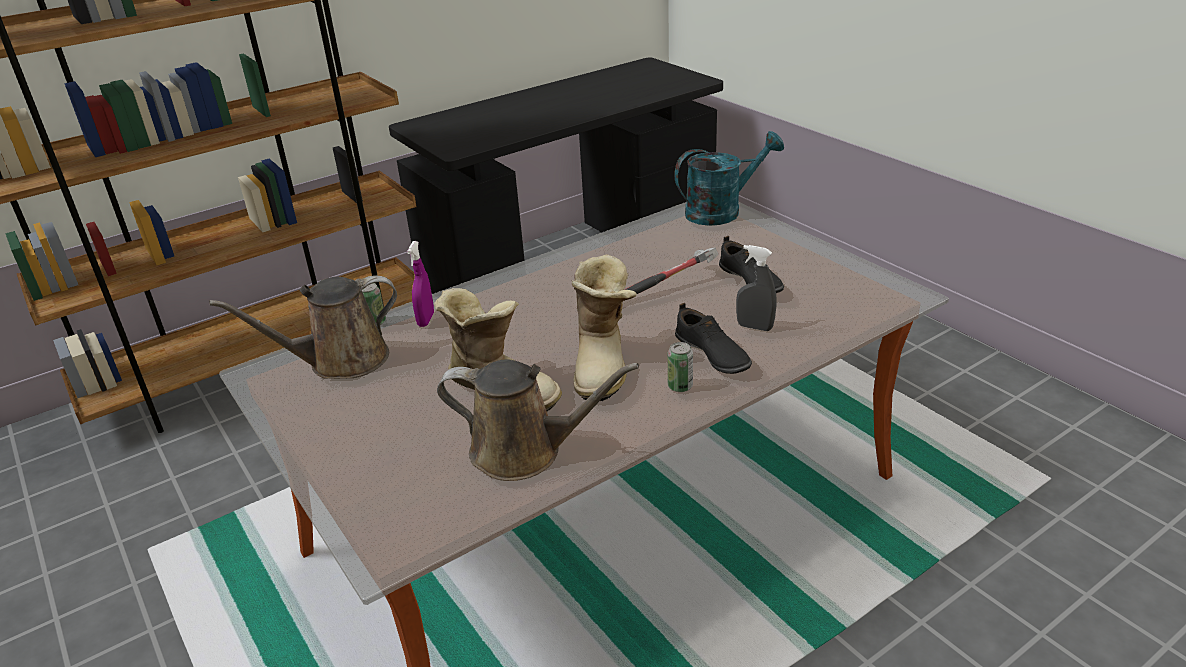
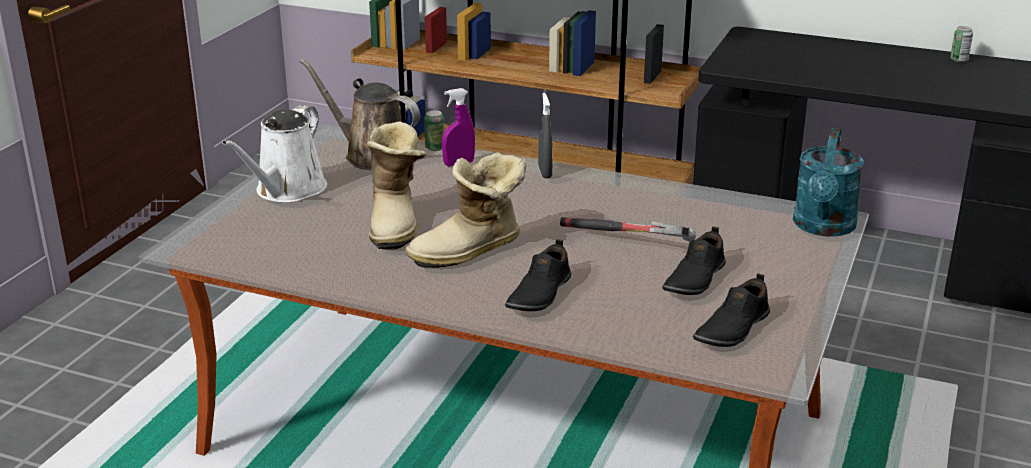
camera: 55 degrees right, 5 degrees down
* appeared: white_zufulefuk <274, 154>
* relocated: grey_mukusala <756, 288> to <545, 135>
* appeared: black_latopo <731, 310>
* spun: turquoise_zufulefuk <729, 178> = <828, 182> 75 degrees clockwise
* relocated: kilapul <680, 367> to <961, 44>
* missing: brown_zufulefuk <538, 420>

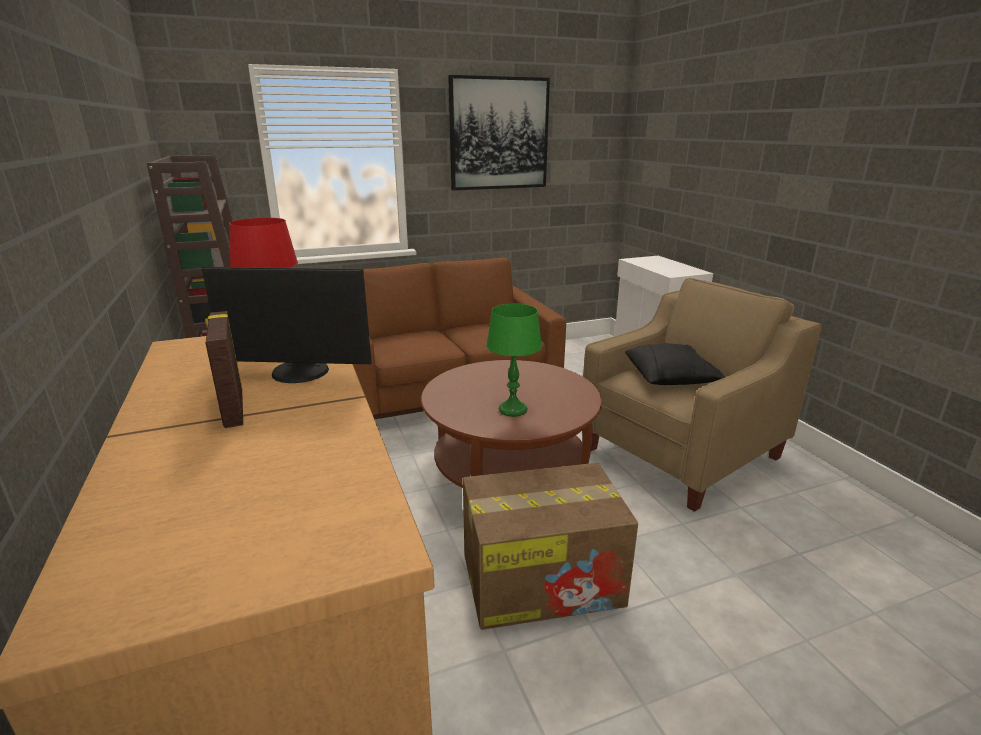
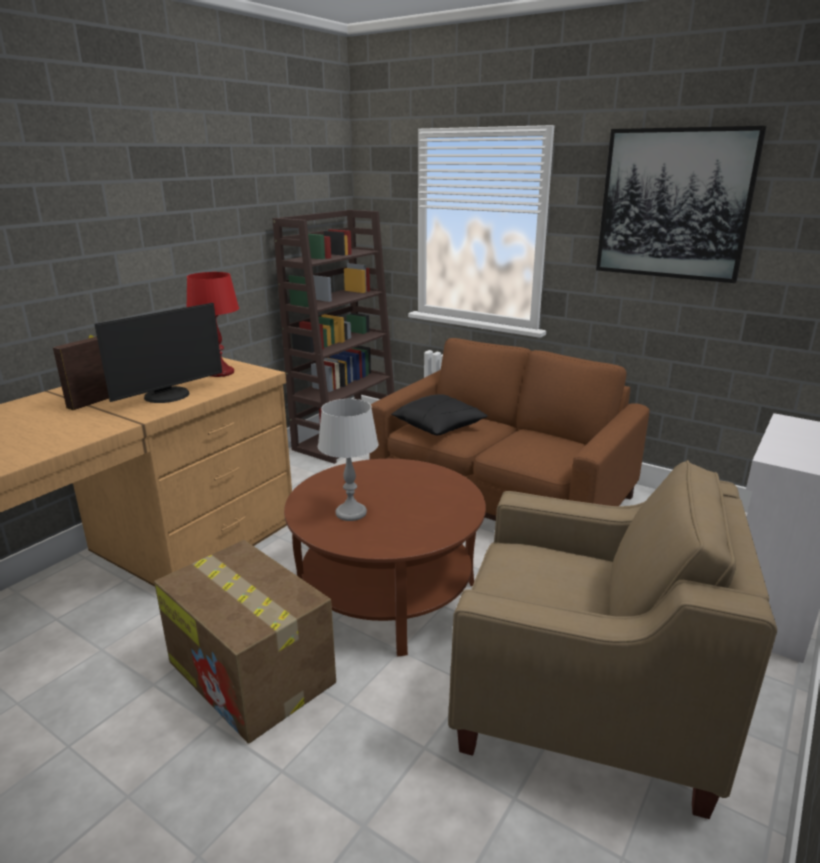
camera: 55 degrees right, 0 degrees up
* spun: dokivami <287, 325> = <158, 353> 105 degrees counterclockwise
* colour: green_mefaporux <514, 360> to grey_mefaporux <348, 460>
* relocated: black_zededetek <675, 364> to <439, 414>

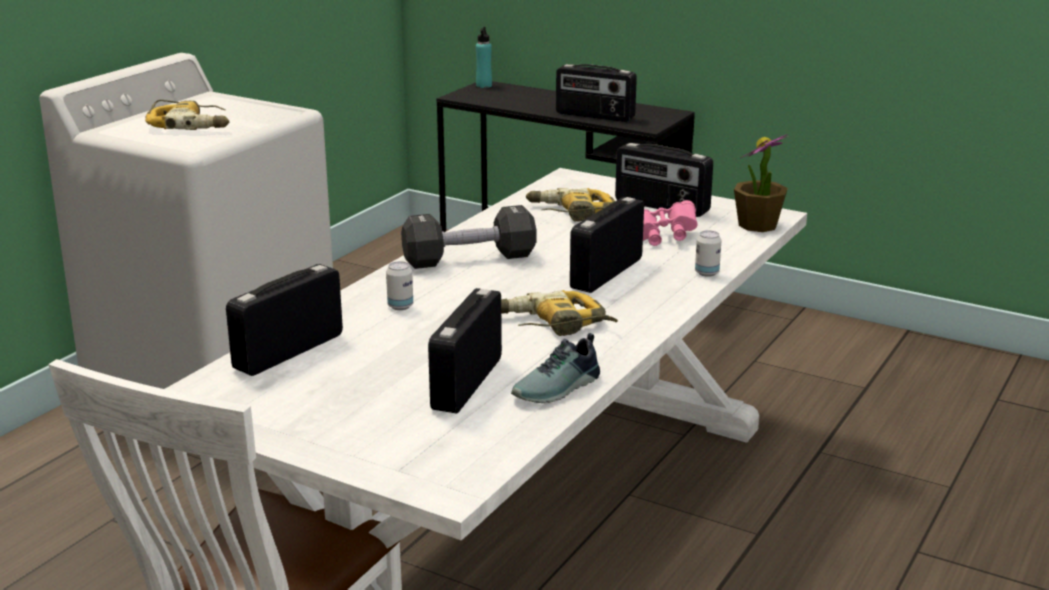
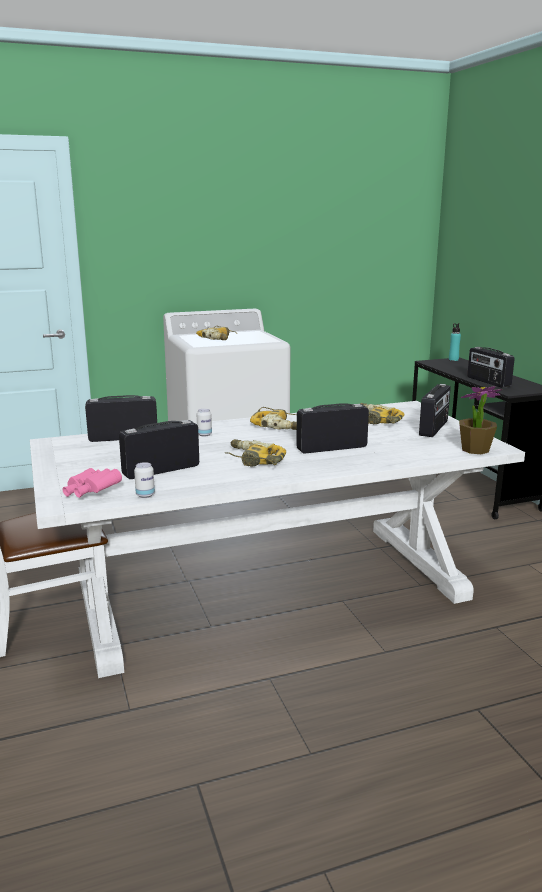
camera: 40 degrees right, 5 degrees down
* relocated: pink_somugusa <670, 223> to <92, 483>
* relocated: kilapul <708, 253> to <144, 480>
* exchanged: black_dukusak <469, 237> to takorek <273, 418>
* spun: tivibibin <664, 180> = <435, 410> 135 degrees counterclockwise
* missing: latopo <555, 368>

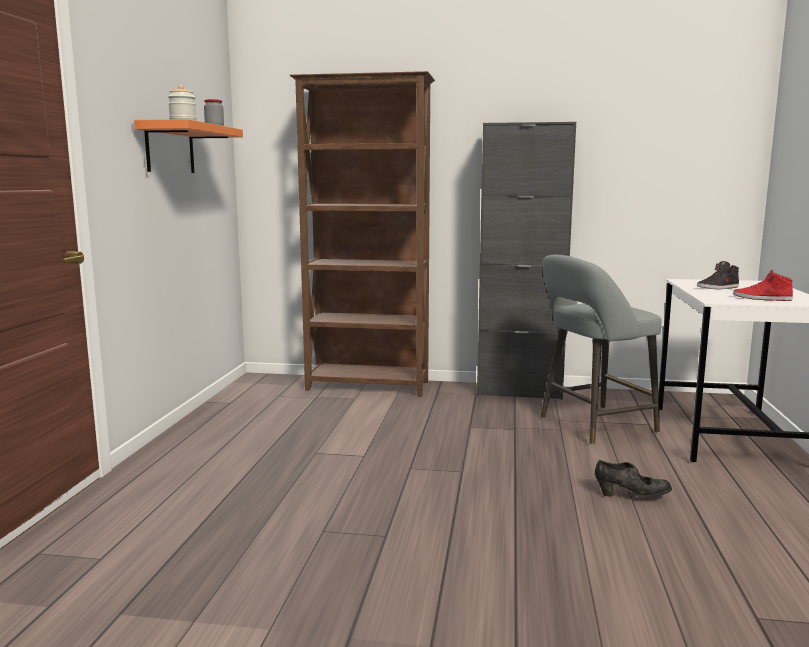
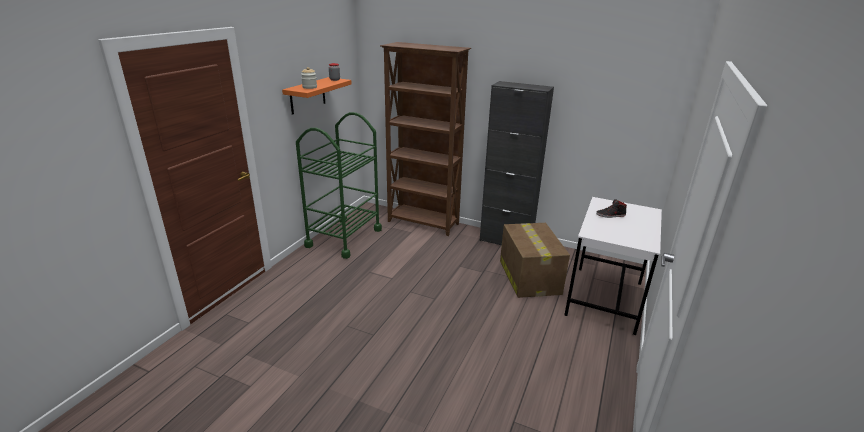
camera: 15 degrees right, 15 degrees up
* appeared: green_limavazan <339, 185>
* exchanged: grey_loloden <601, 350> to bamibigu <535, 260>
* missing: black_latopo <633, 479>
* missing: red_latopo <763, 285>

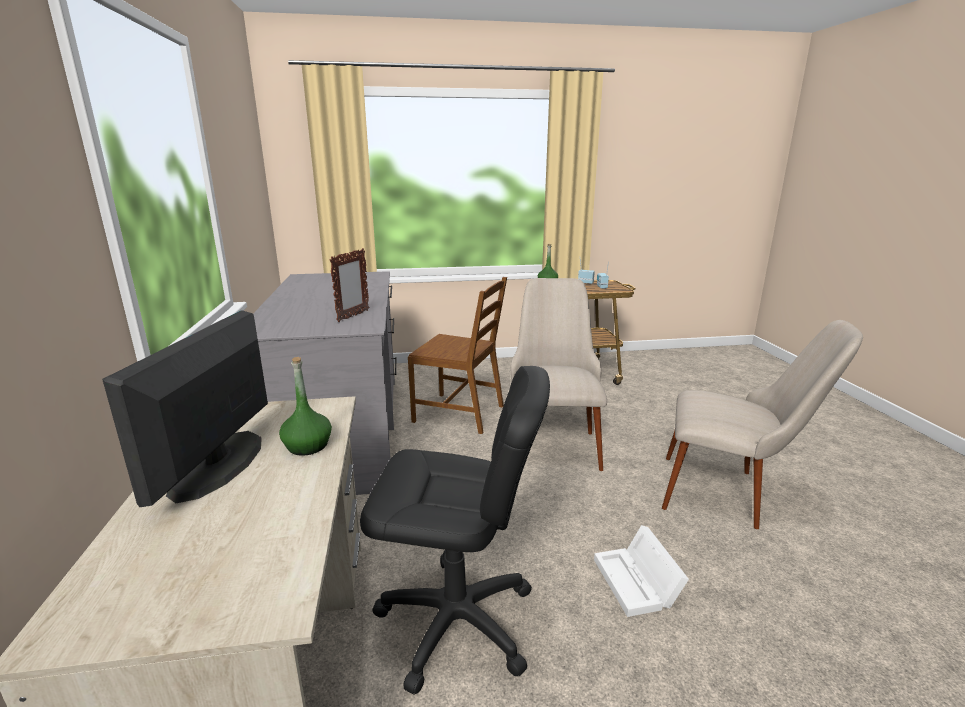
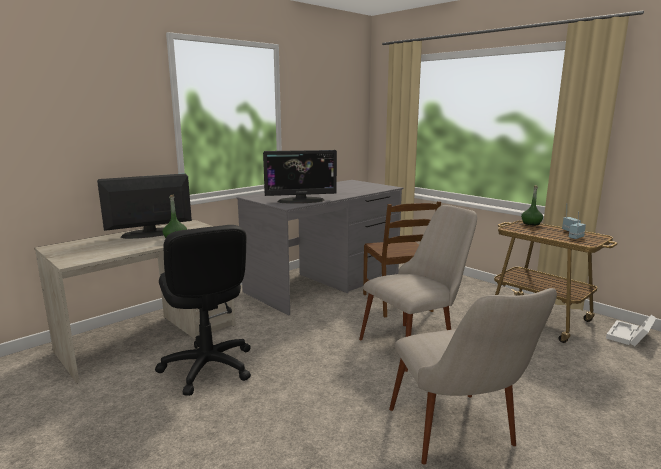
camera: 55 degrees right, 5 degrees down
* exchanged: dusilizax <349, 285> to dokivami <300, 177>
* relocated: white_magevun <641, 571> to <631, 330>

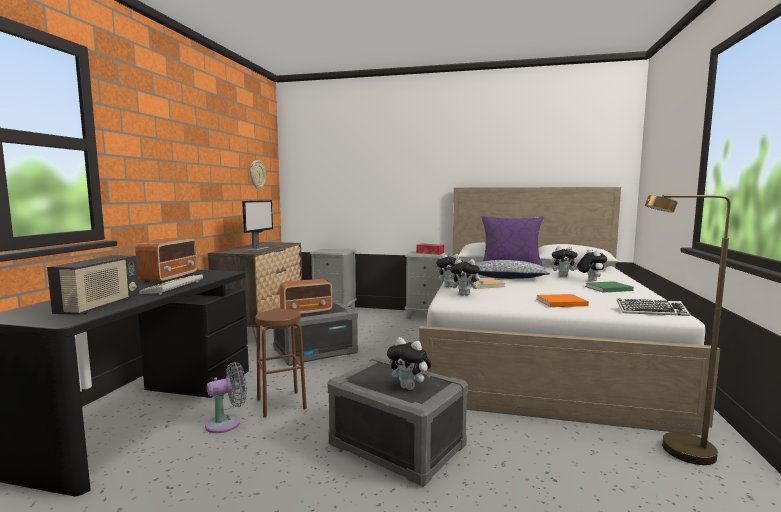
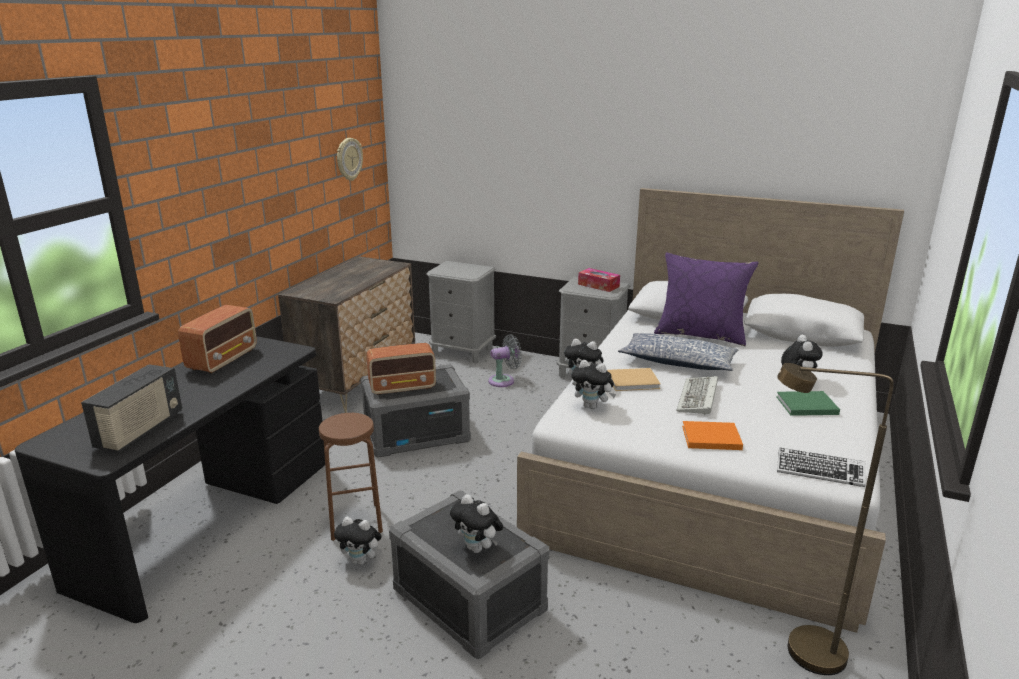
camera: 10 degrees right, 15 degrees up
* relocated: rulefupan <564, 261> to <358, 541>
* relocated: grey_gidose <226, 397> to <505, 360>
* relocated: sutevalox <171, 284> to <697, 395>
* missing: dokivami <257, 225>

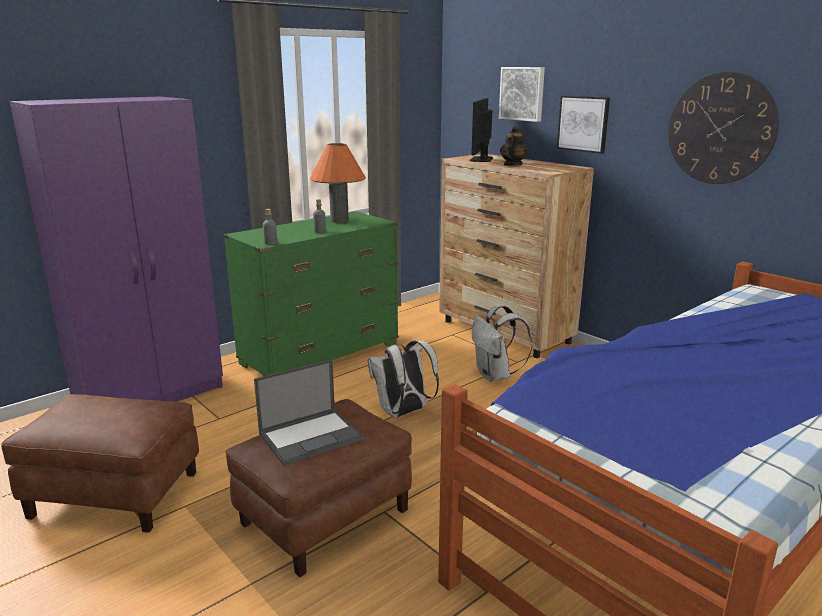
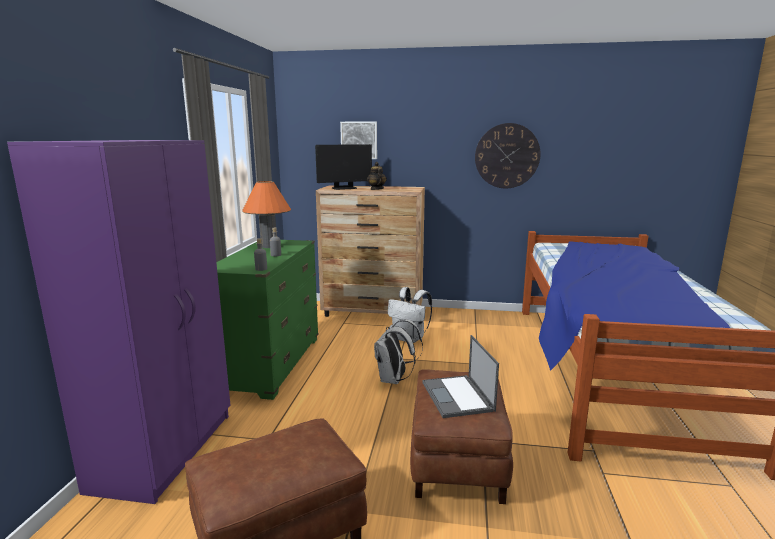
camera: 40 degrees left, 5 degrees down
* spun: dokivami <481, 130> = <343, 167> 90 degrees counterclockwise
* spun: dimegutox <308, 412> = <460, 376> 150 degrees clockwise
* missing: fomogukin <583, 125>

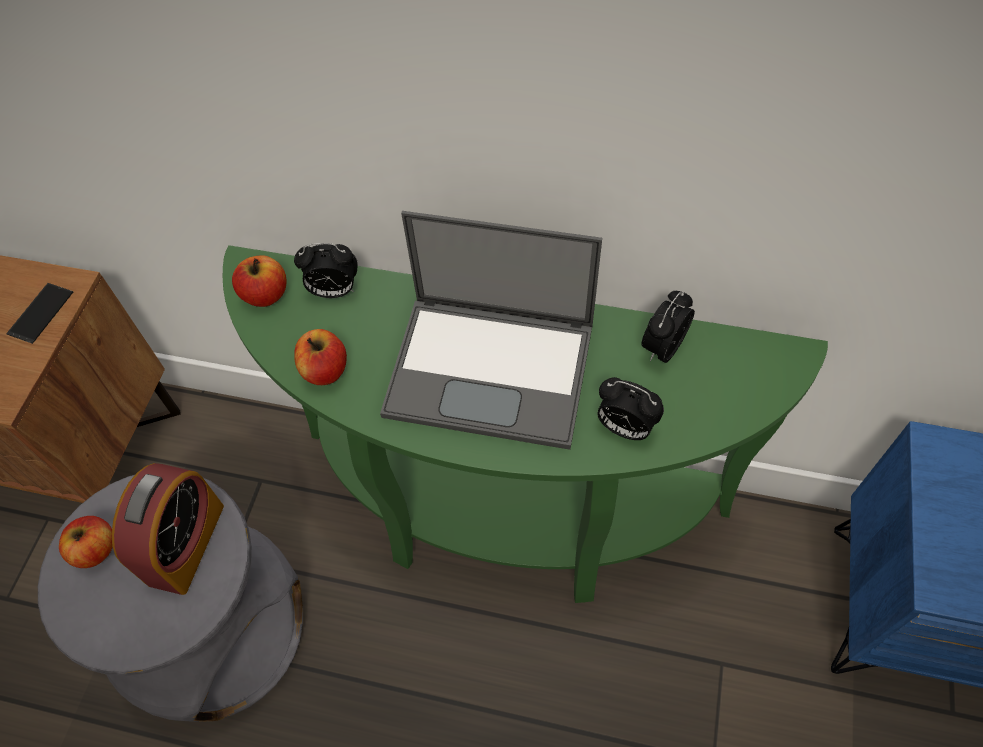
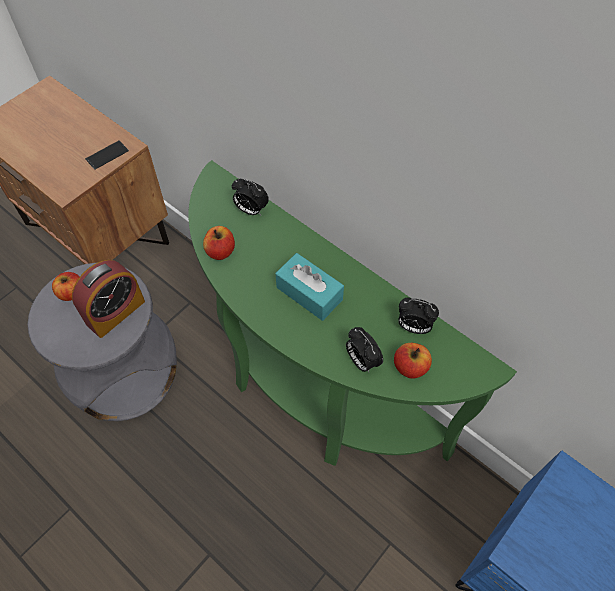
camera: 25 degrees right, 0 degrees up
* exchanged: dimegutox <491, 330> to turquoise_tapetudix <309, 287>
* relocated: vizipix <259, 281> to <413, 361>
* spun: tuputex <668, 327> = <418, 315> 135 degrees counterclockwise

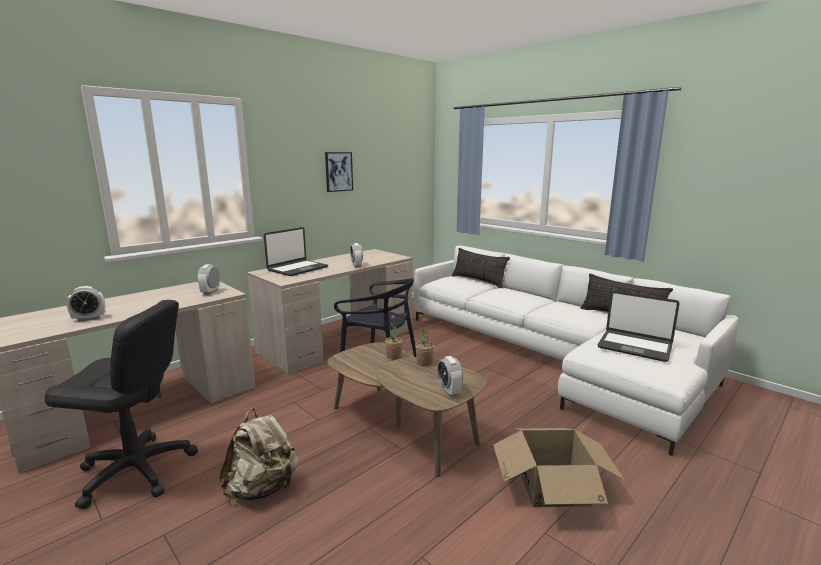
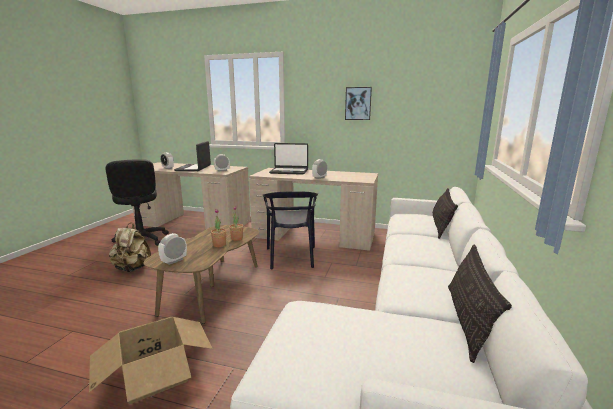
camera: 60 degrees right, 0 degrees up
* relocated: dimegutox <638, 326> to <192, 156>

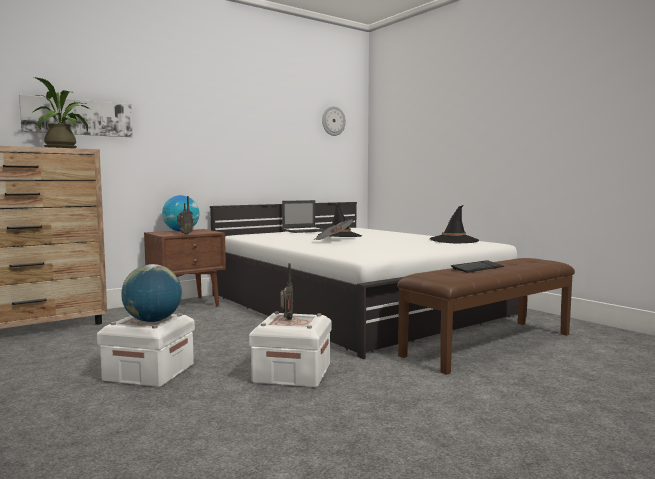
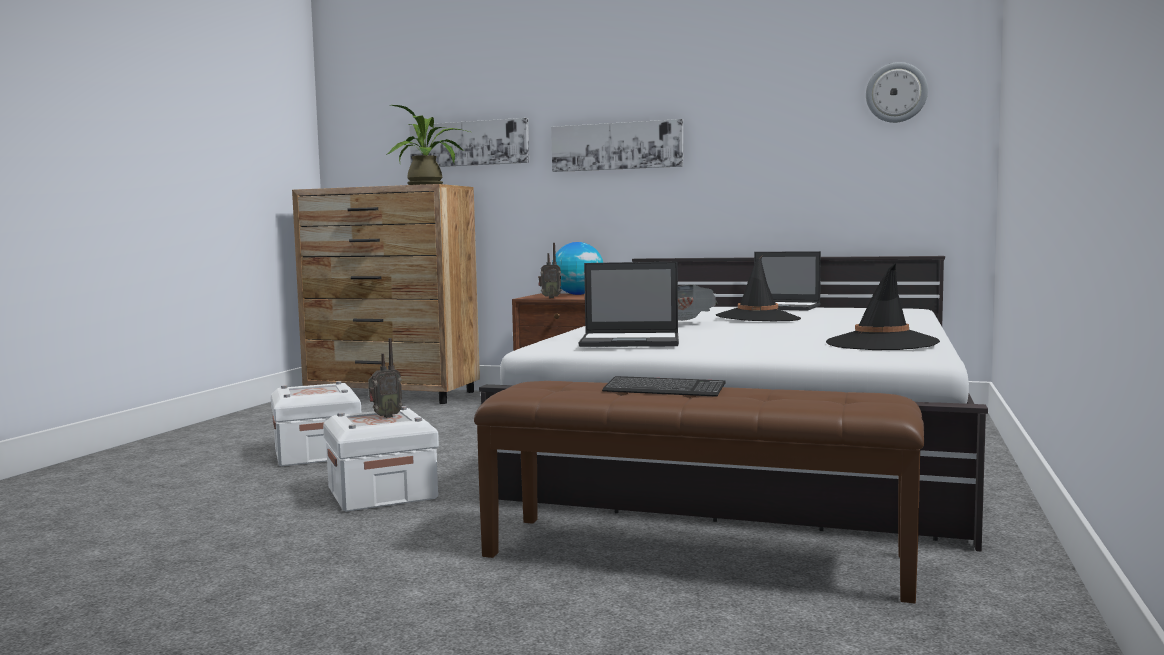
camera: 55 degrees right, 0 degrees up
* appeared: fomogukin <617, 145>
* appeared: dimegutox <629, 304>
* missing: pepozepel <151, 293>

